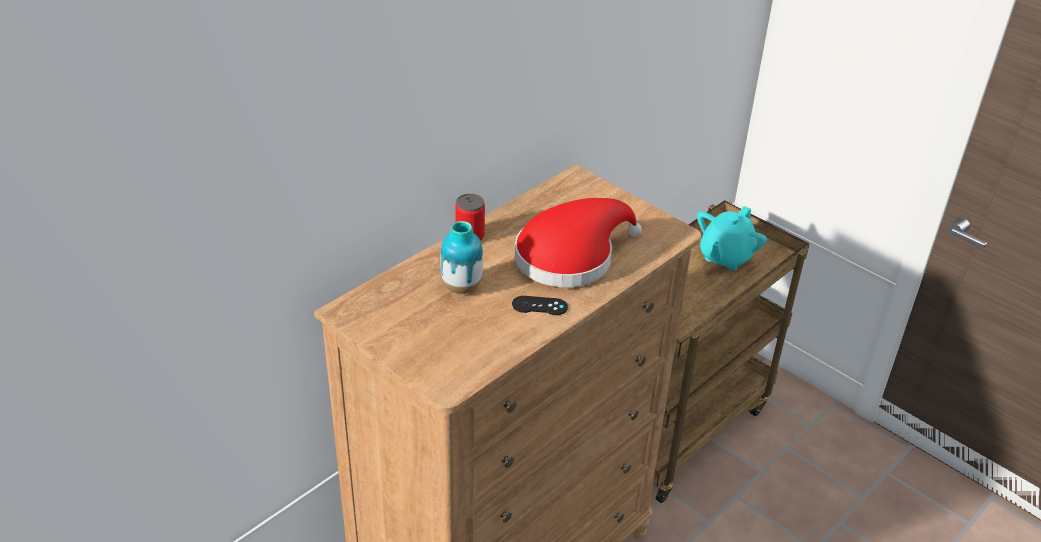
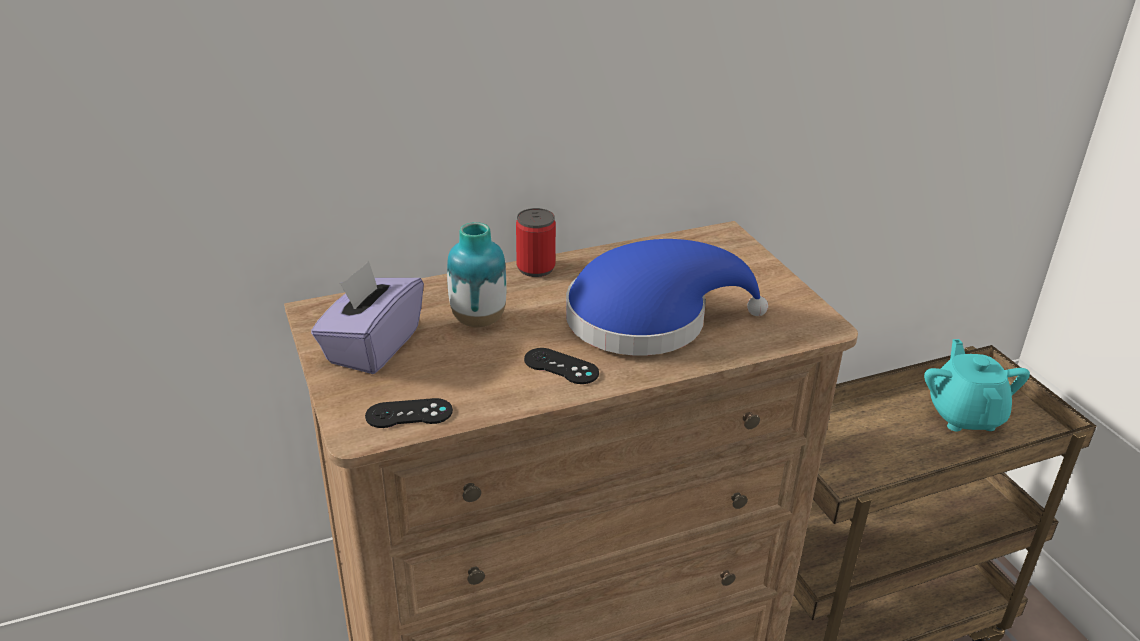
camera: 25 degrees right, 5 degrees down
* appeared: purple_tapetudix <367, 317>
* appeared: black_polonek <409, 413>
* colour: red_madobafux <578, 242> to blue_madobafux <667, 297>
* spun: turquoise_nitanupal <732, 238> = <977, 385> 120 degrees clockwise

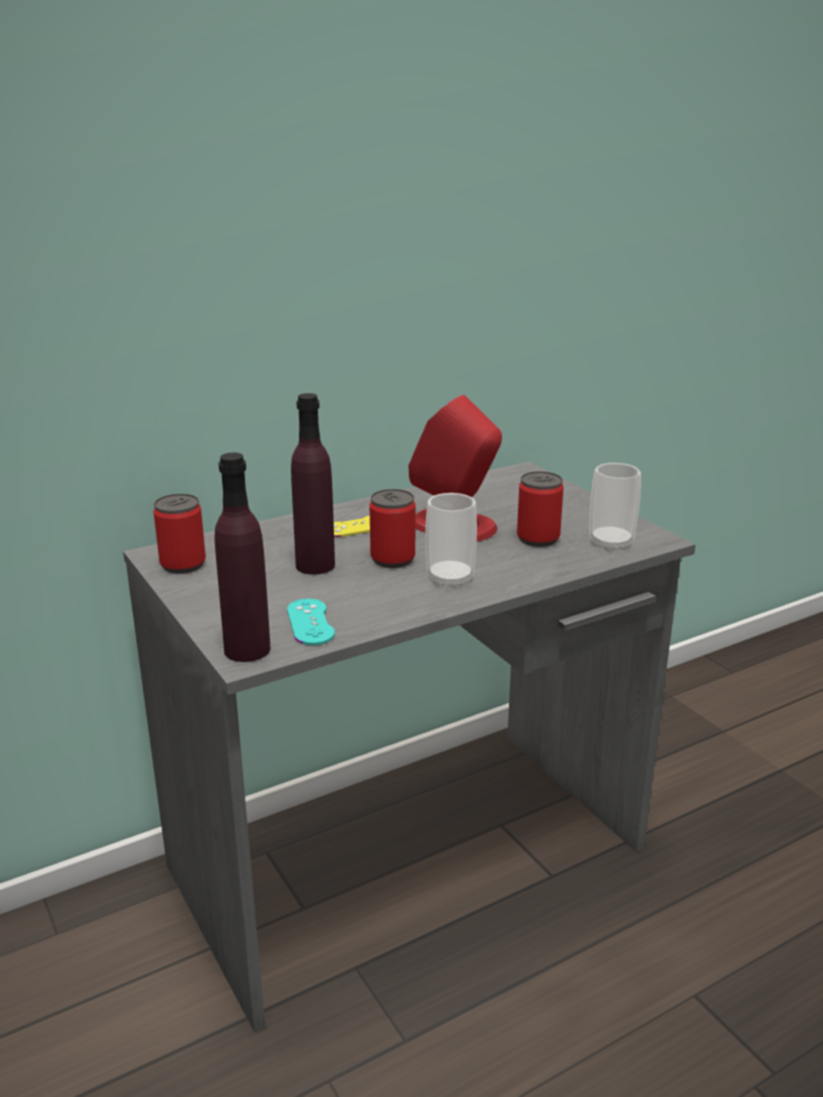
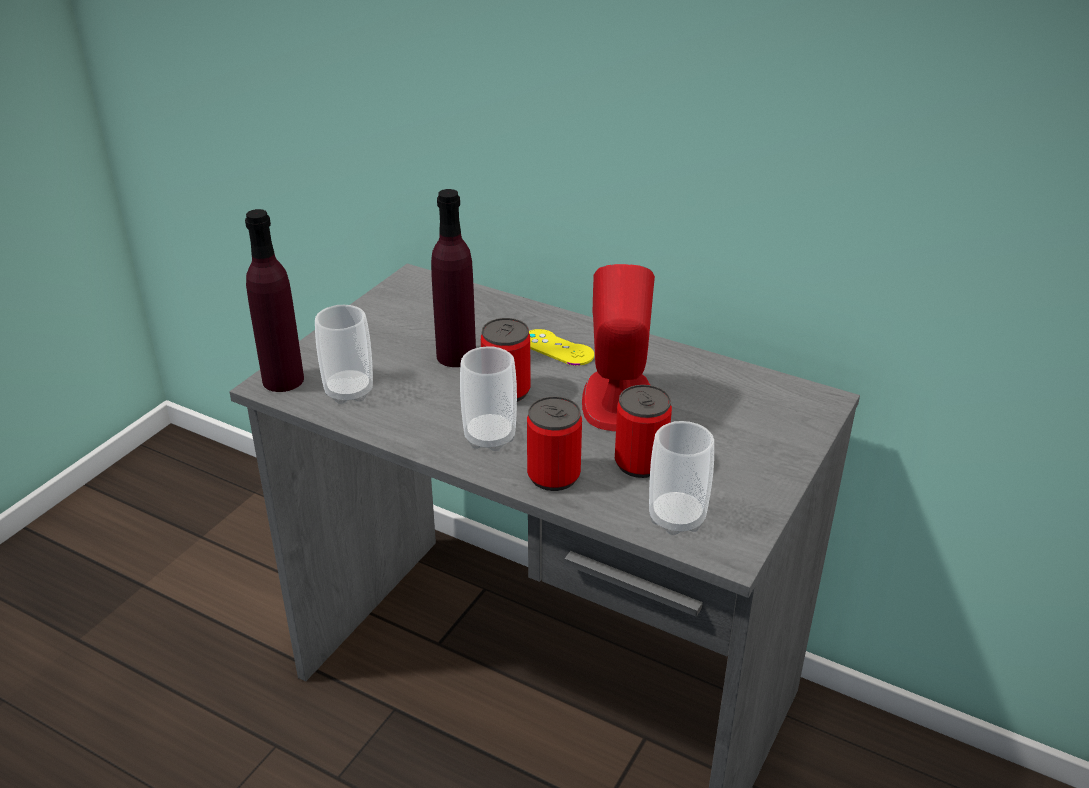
camera: 60 degrees right, 10 degrees up
* exchanged: turquoise_polonek <311, 622> to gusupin <344, 354>
* relocated: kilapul <179, 534> to <554, 443>

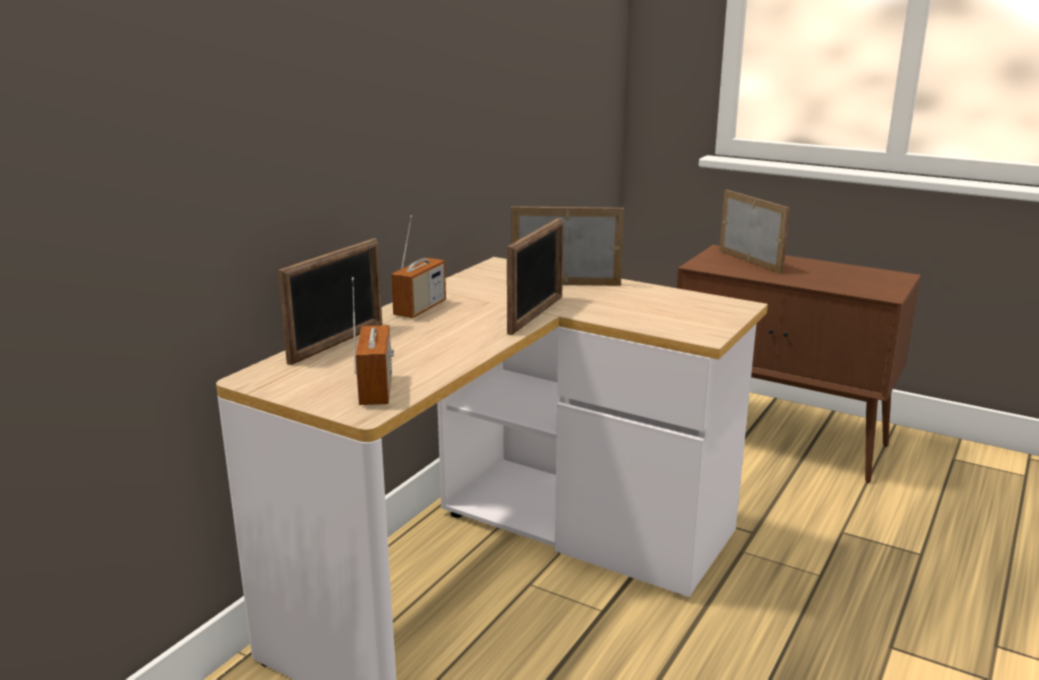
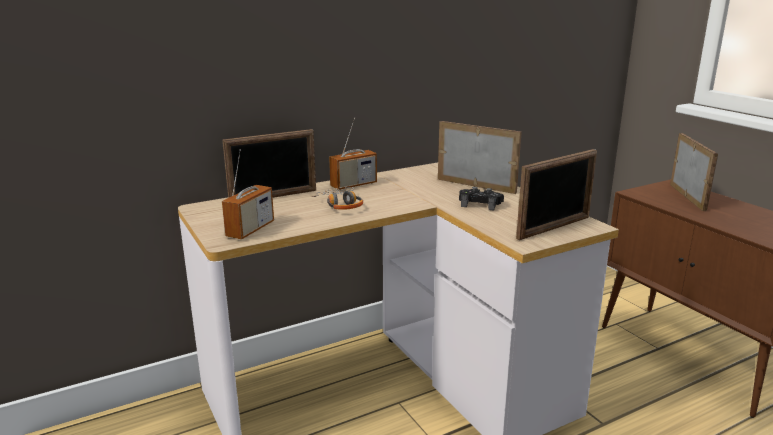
camera: 30 degrees right, 0 degrees up
* appeared: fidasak <337, 198>
* appeared: black_polonek <481, 198>
* relocated: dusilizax <535, 276> to <556, 194>

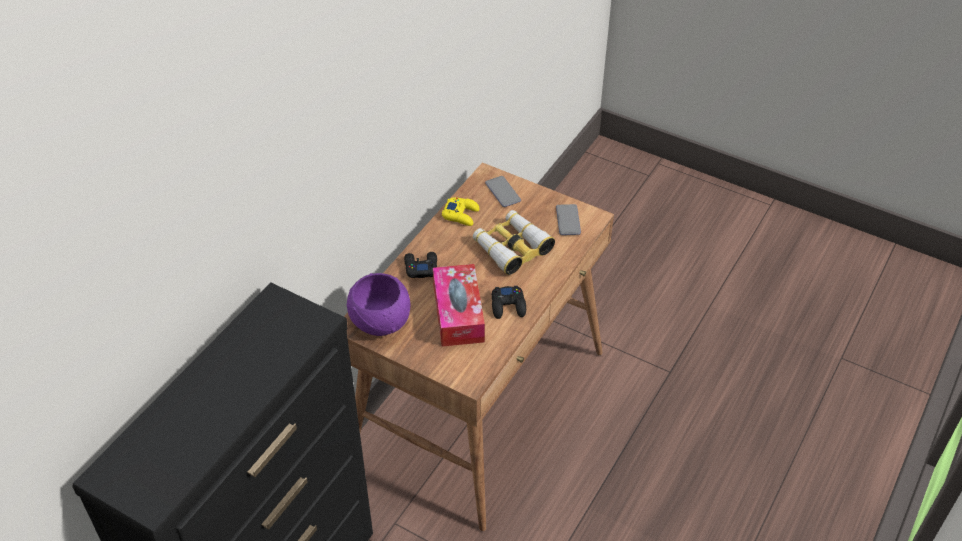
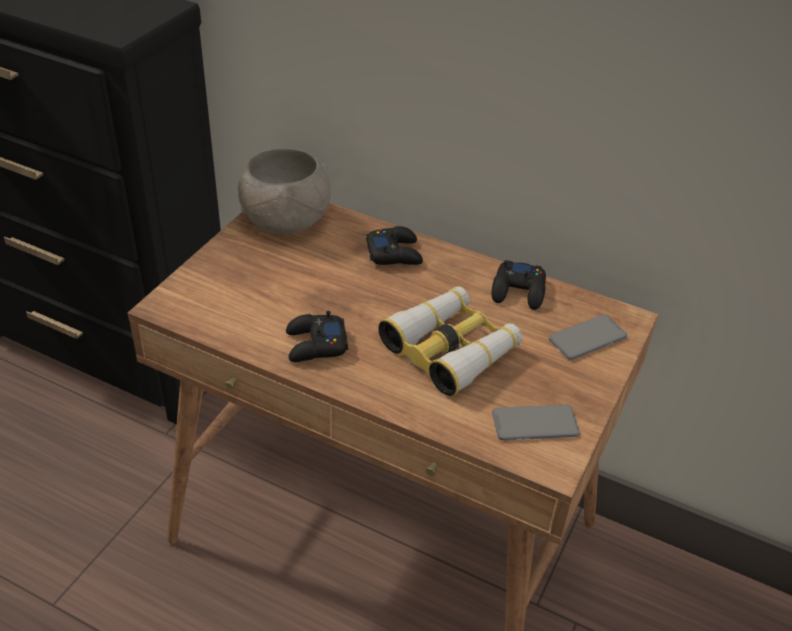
camera: 85 degrees right, 5 degrees down
* colour: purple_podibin <378, 304> to grey_podibin <284, 191>
* colour: yellow_polonek <461, 211> to black_polonek <519, 285>
* missing: tapetudix <459, 305>

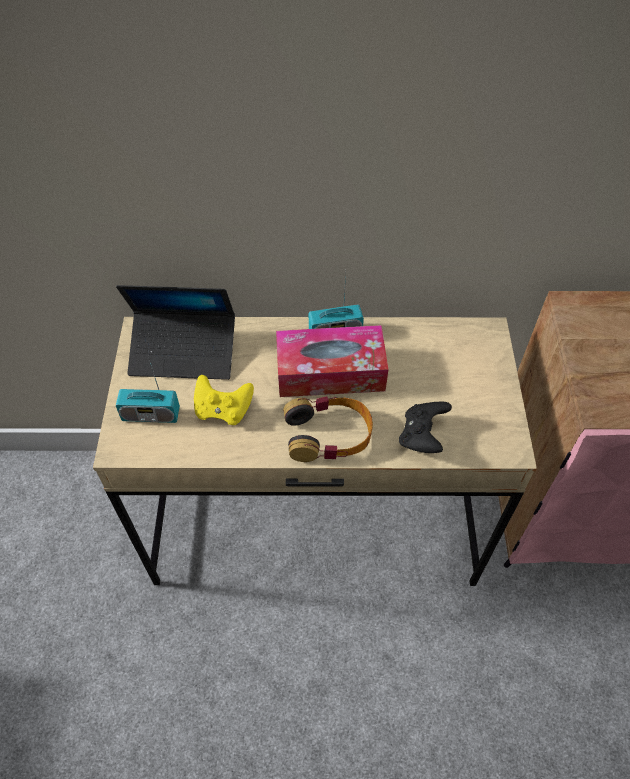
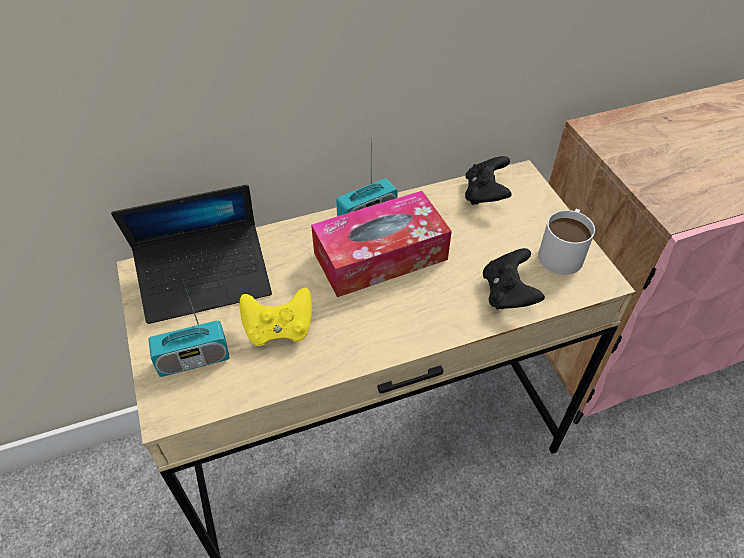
camera: 20 degrees left, 5 degrees down
* appeared: black_polonek <488, 180>
* appeared: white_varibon <566, 242>
* missing: fidasak <328, 429>

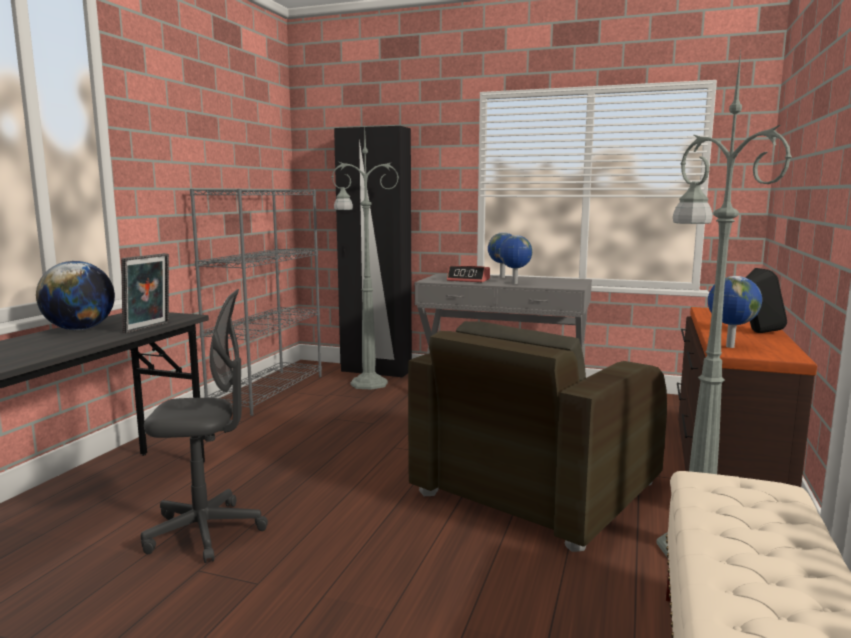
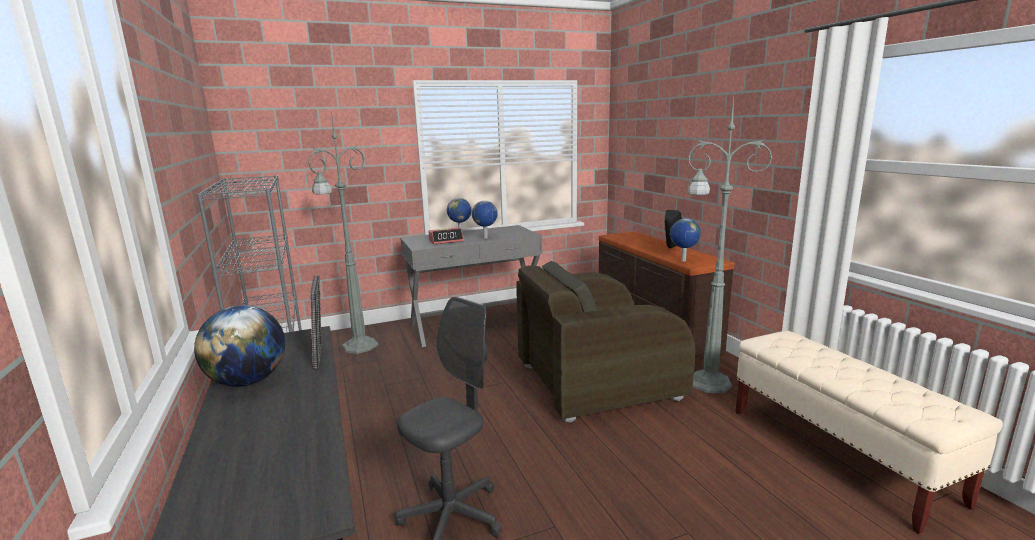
camera: 40 degrees left, 5 degrees up
* spun: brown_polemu <537, 436> = <605, 342> 75 degrees clockwise
* missing: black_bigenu <373, 252>

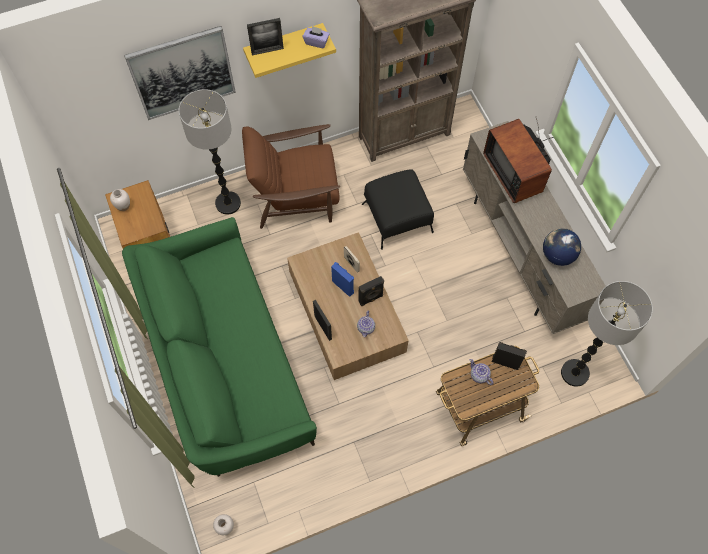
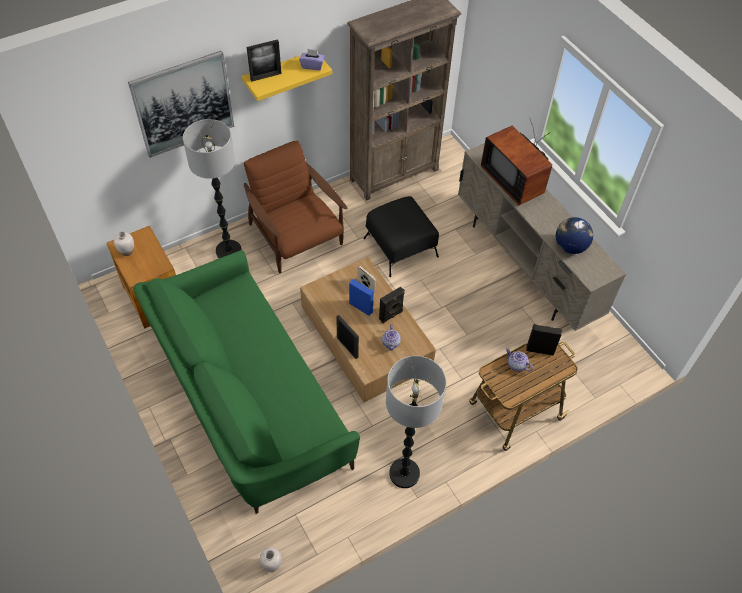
camera: 10 degrees left, 10 degrees down
* spun: brown_polemu <291, 176> = <295, 206> 75 degrees clockwise
* relocated: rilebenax <607, 334> to <416, 422>

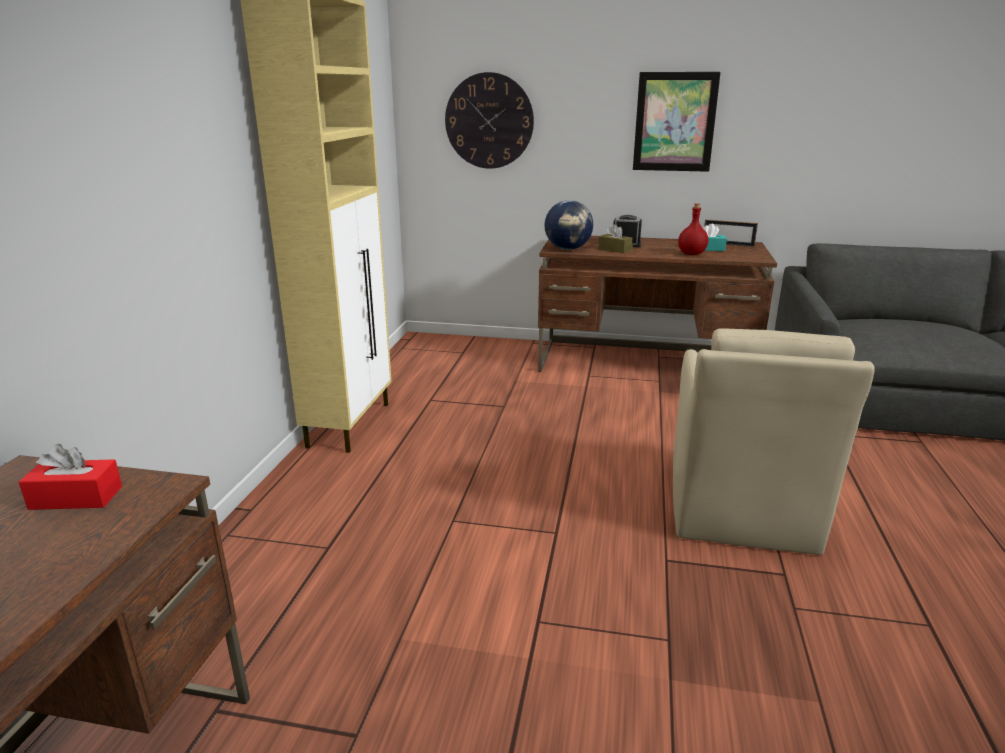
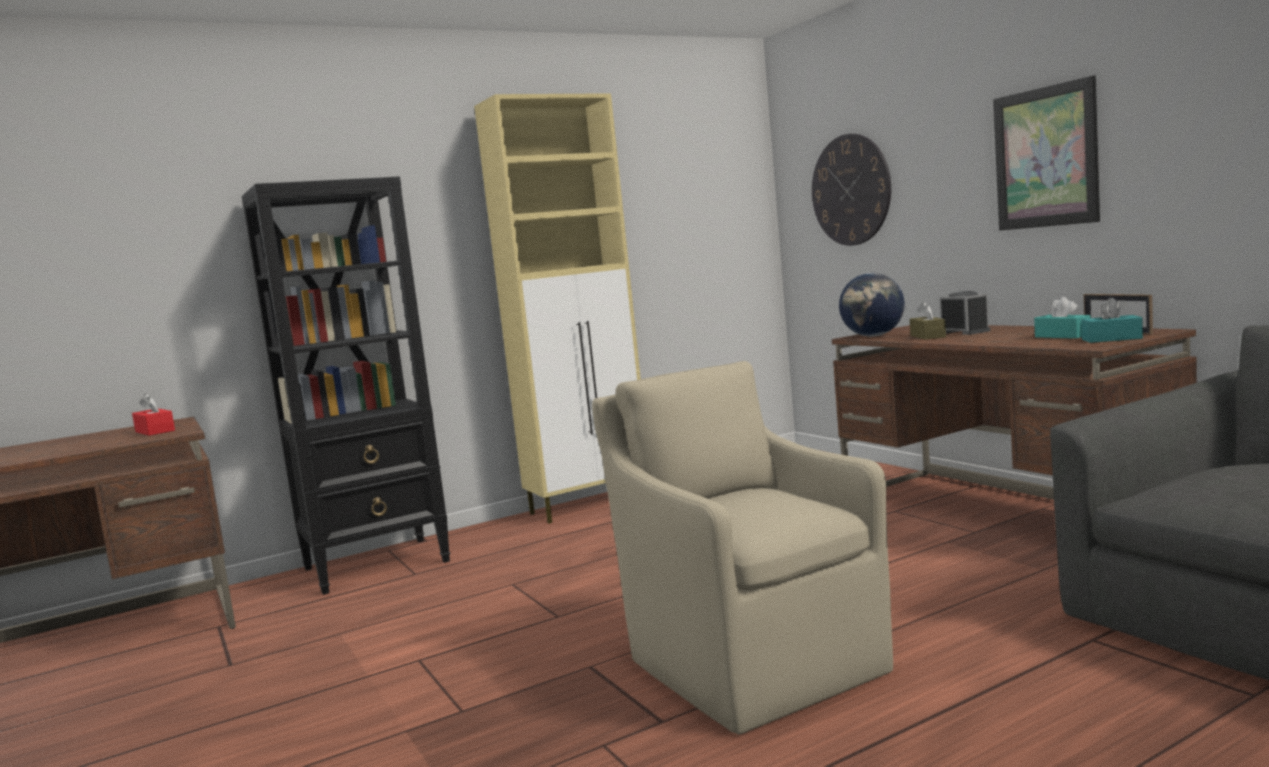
camera: 50 degrees right, 15 degrees down
* appeared: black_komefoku <346, 385>
* spun: beige_polemu <774, 441> = <742, 548> 90 degrees clockwise
* appeared: turquoise_tapetudix <1112, 320>
* missing: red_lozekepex <693, 229>

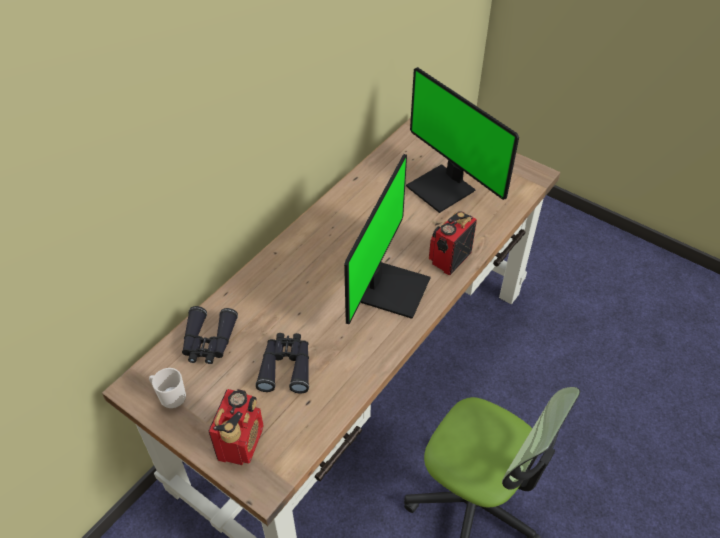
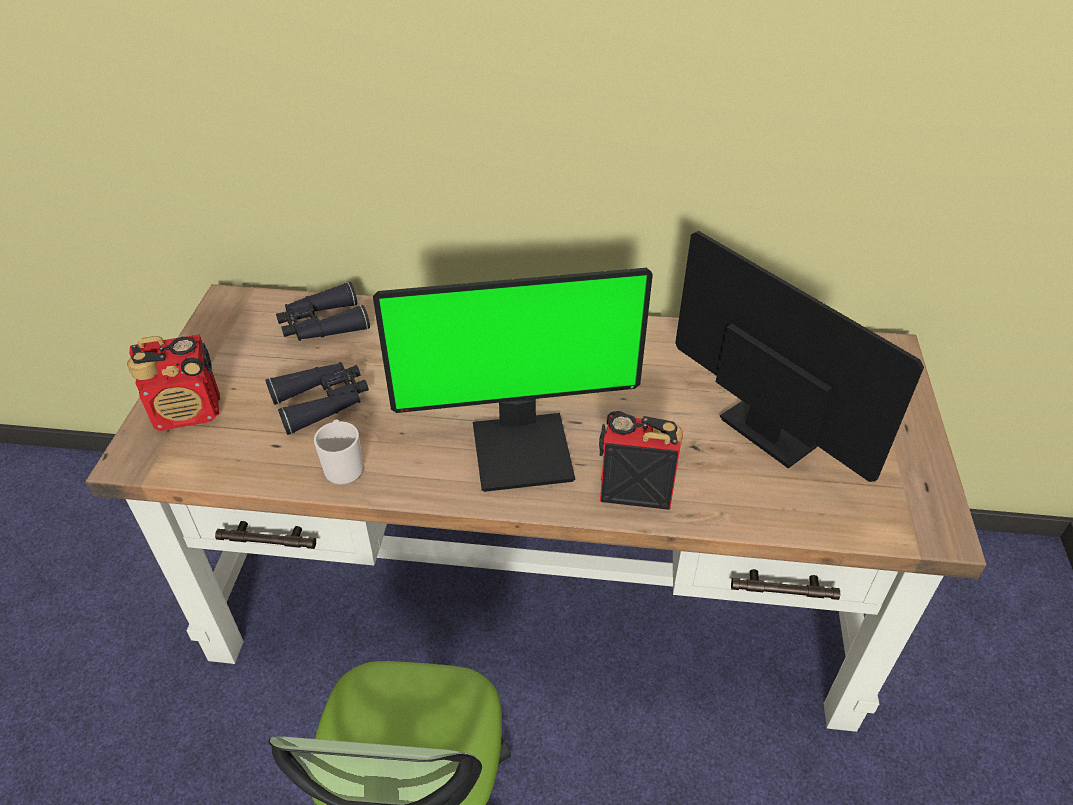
camera: 60 degrees right, 5 degrees down
* relocated: varibon <167, 388> to <338, 452>
* spun: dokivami <462, 140> = <799, 356> 120 degrees clockwise

